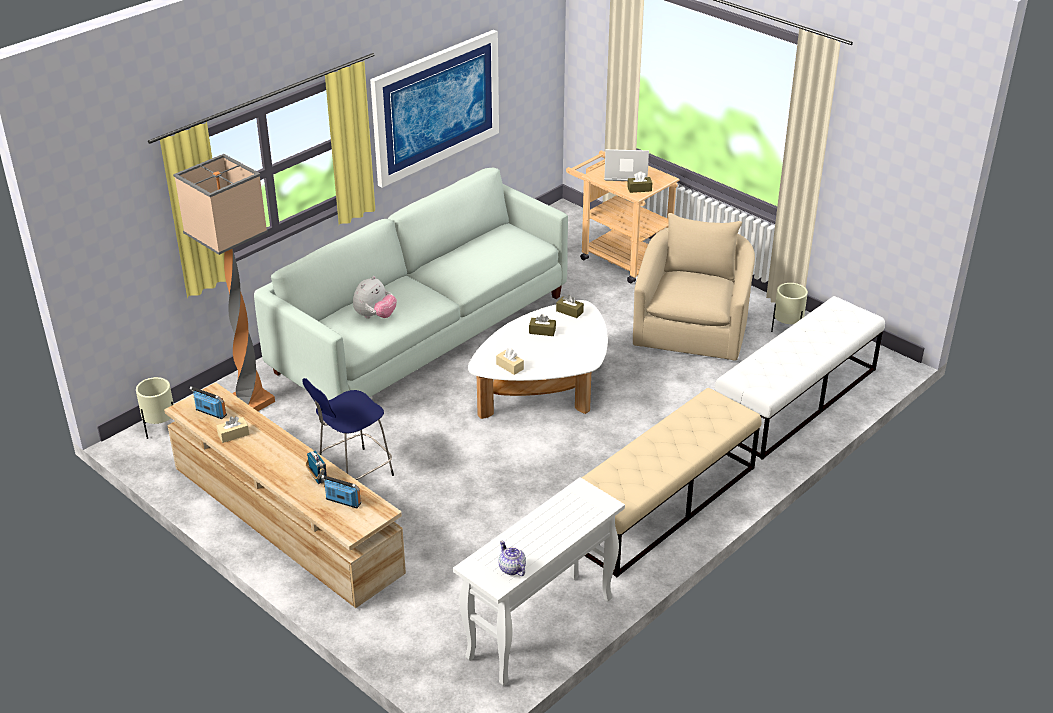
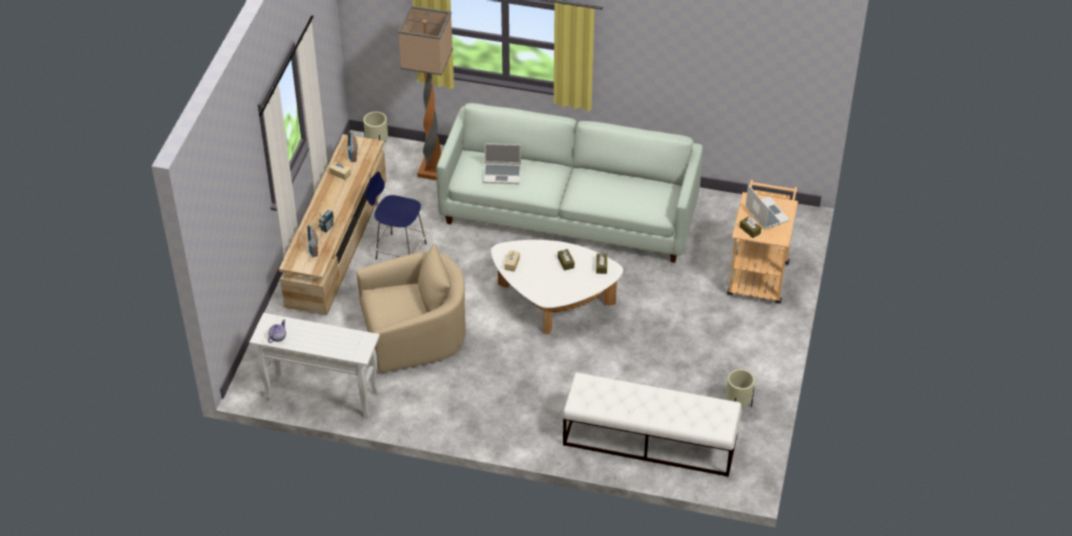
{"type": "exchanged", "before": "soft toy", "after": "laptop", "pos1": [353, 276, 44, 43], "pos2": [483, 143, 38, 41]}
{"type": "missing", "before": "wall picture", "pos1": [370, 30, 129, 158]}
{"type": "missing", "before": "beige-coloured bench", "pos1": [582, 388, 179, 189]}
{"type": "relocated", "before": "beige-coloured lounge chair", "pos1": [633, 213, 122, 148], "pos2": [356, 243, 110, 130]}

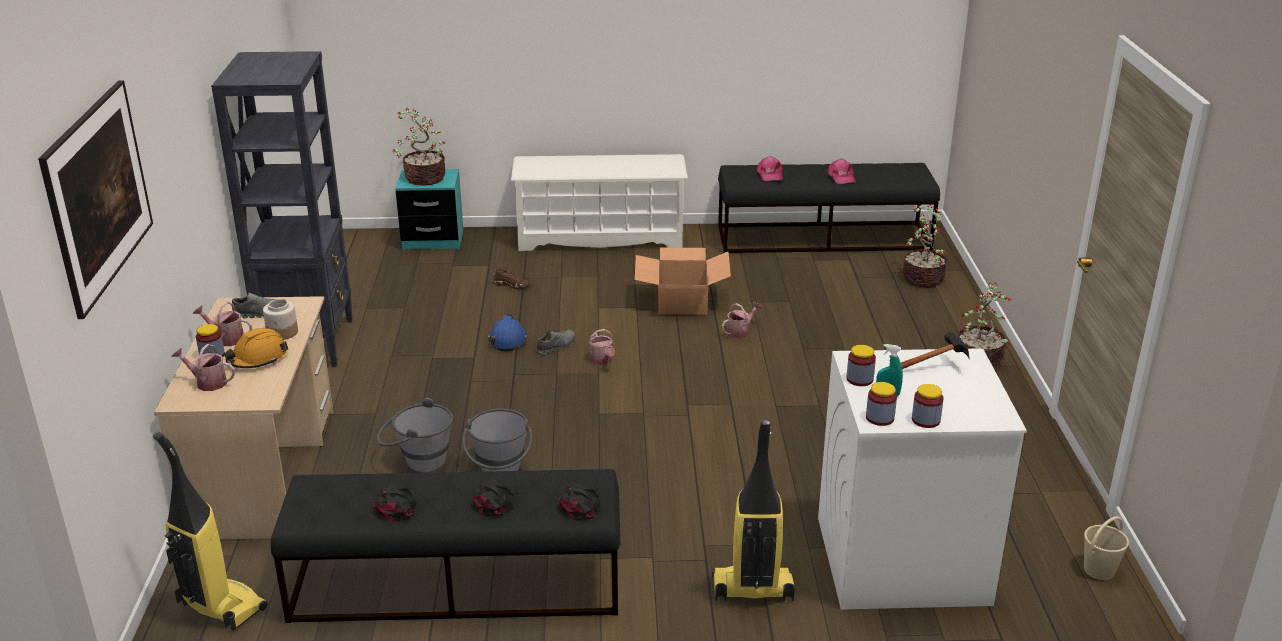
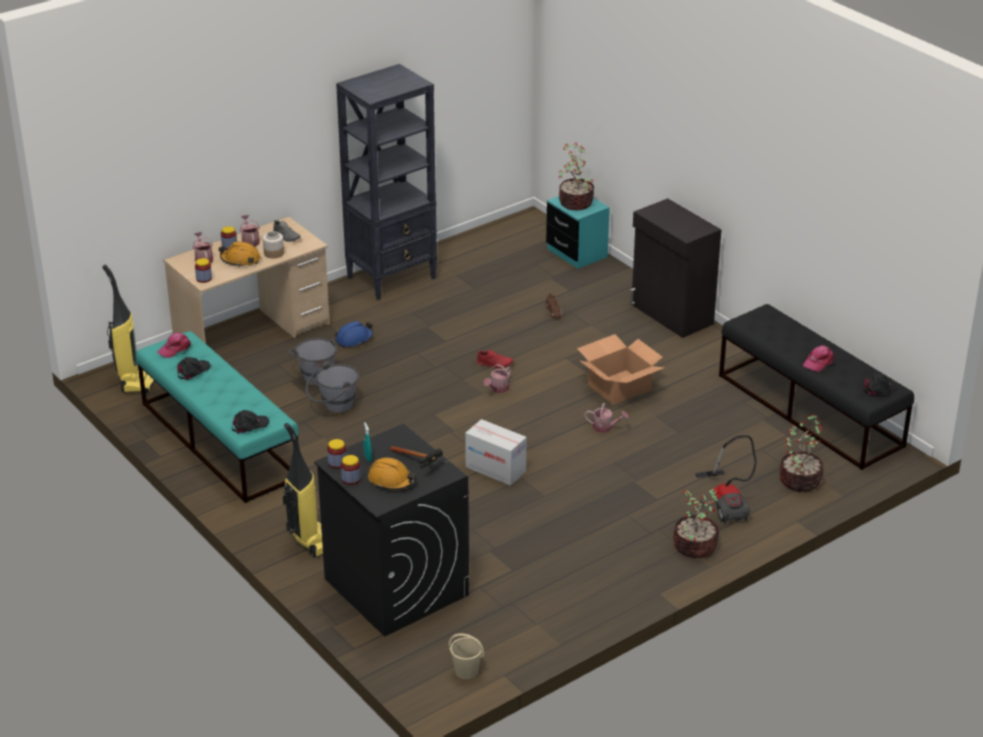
{"type": "missing", "before": "wall picture", "pos1": [38, 80, 115, 239]}
{"type": "colour", "before": "black-coloured bench", "after": "blue-green bench", "pos1": [271, 469, 349, 154], "pos2": [136, 331, 163, 172]}
{"type": "relocated", "before": "black-coloured cap", "pos1": [473, 478, 45, 39], "pos2": [863, 373, 36, 23]}
{"type": "relocated", "before": "blue-coloured work helmet", "pos1": [488, 313, 39, 38], "pos2": [335, 321, 38, 26]}
{"type": "exchanged", "before": "white-coloured shoe shelf", "after": "black-coloured cabinet", "pos1": [511, 154, 177, 97], "pos2": [630, 199, 91, 139]}
{"type": "colour", "before": "gray shoe", "after": "red-coloured shoe", "pos1": [536, 330, 39, 24], "pos2": [476, 350, 37, 18]}
{"type": "relocated", "before": "pinkish cap", "pos1": [757, 156, 26, 25], "pos2": [157, 332, 34, 26]}
{"type": "colour", "before": "white-coloured laundry machine", "after": "black-coloured laundry machine", "pos1": [818, 348, 209, 261], "pos2": [314, 424, 155, 213]}
{"type": "relocated", "before": "storage jar", "pos1": [847, 345, 29, 41], "pos2": [195, 258, 17, 25]}
{"type": "appeared", "after": "orangey work helmet", "pos2": [368, 457, 48, 33]}
{"type": "appeared", "after": "cardboard box", "pos2": [465, 419, 61, 67]}
{"type": "appeared", "after": "vacuum cleaner", "pos2": [695, 435, 62, 88]}

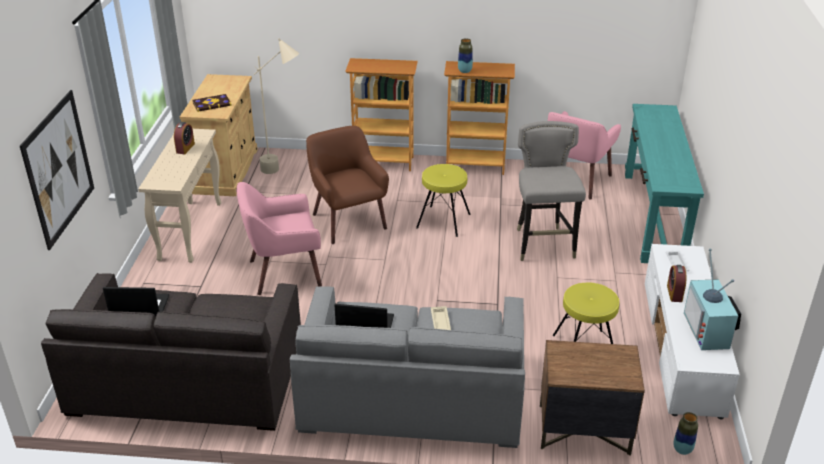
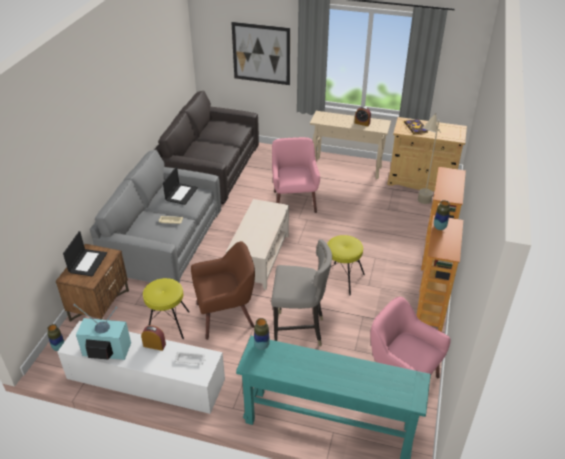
{"type": "relocated", "before": "laptop", "pos1": [103, 287, 66, 29], "pos2": [63, 231, 44, 45]}
{"type": "relocated", "before": "brownish lounge chair", "pos1": [306, 126, 83, 118], "pos2": [191, 241, 64, 99]}
{"type": "appeared", "after": "beige-coloured coffee table", "pos2": [226, 199, 63, 91]}
{"type": "appeared", "after": "flower vase", "pos2": [254, 318, 16, 32]}

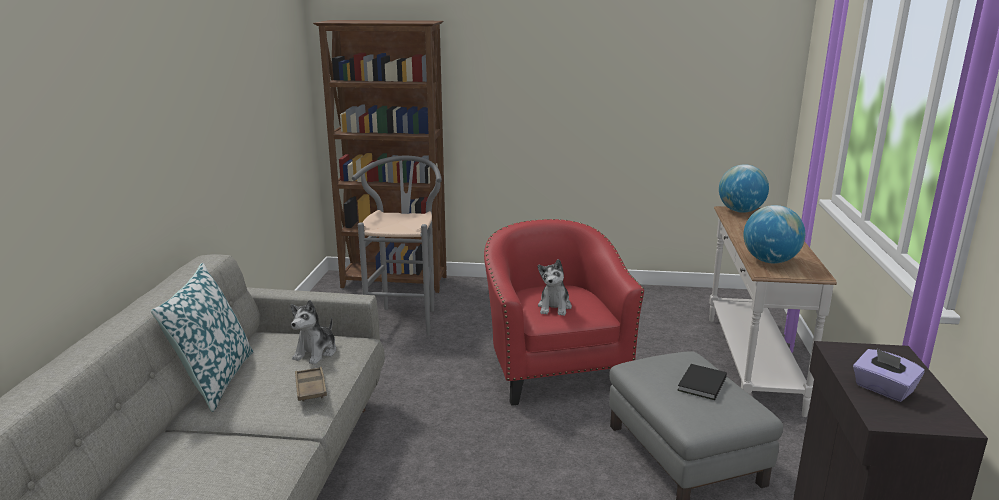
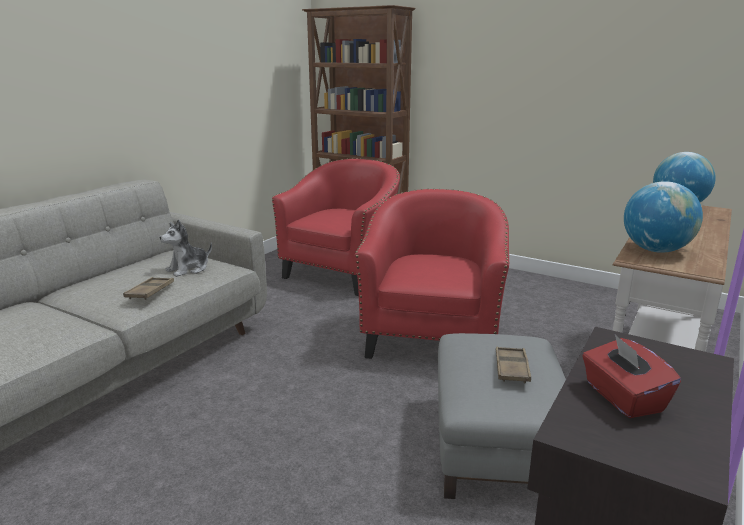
{"type": "missing", "before": "pillow", "pos1": [151, 263, 102, 149]}
{"type": "exchanged", "before": "gray stool", "after": "red-coloured lounge chair", "pos1": [352, 156, 90, 180], "pos2": [272, 158, 128, 138]}
{"type": "missing", "before": "soft toy", "pos1": [538, 259, 34, 57]}
{"type": "exchanged", "before": "black-coloured bound book", "after": "brownish serving tray", "pos1": [677, 364, 50, 36], "pos2": [496, 346, 35, 37]}
{"type": "colour", "before": "purplish box of tissues", "after": "red-coloured box of tissues", "pos1": [853, 349, 72, 53], "pos2": [582, 334, 99, 84]}

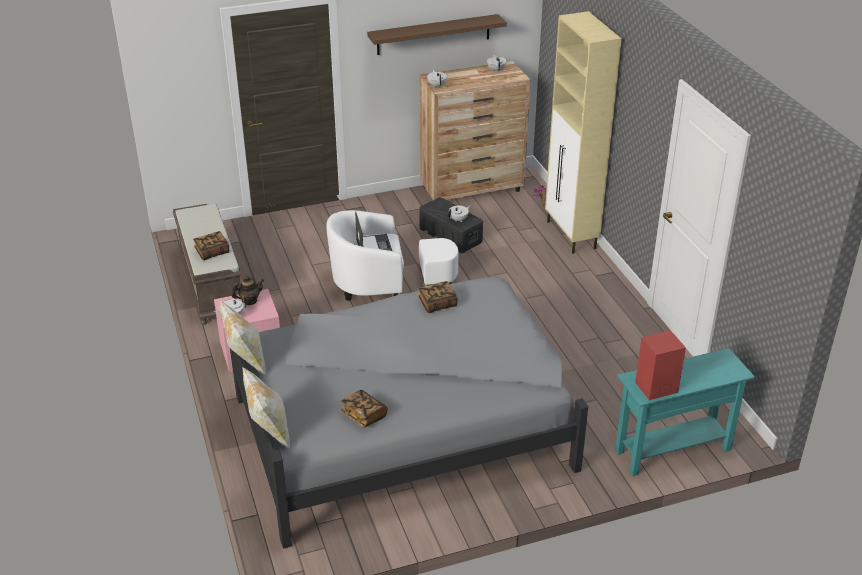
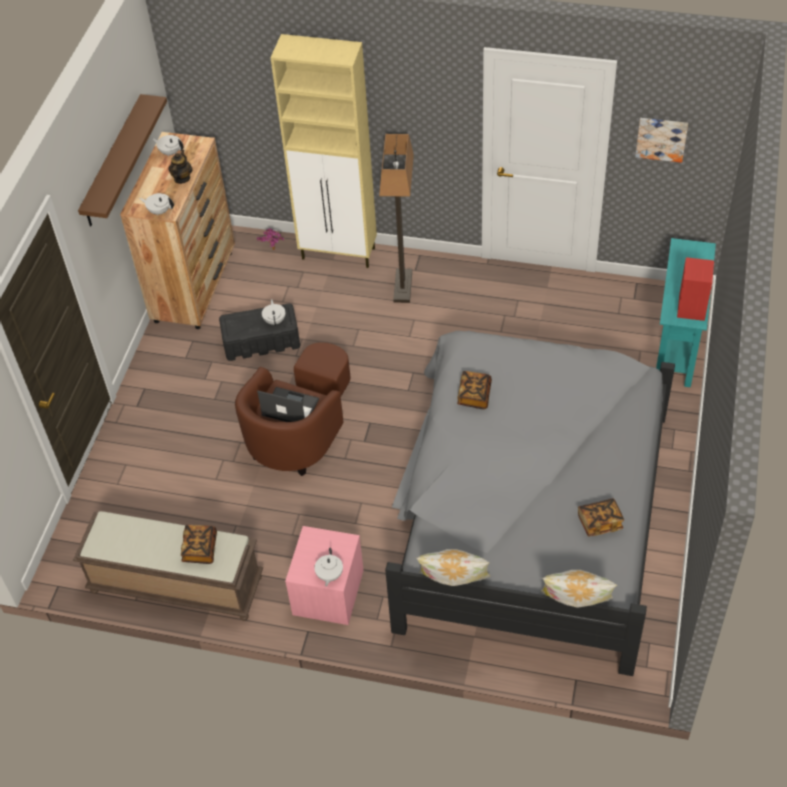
{"type": "relocated", "before": "teapot", "pos1": [232, 276, 32, 29], "pos2": [168, 150, 24, 34]}
{"type": "colour", "before": "white-coloured lounge chair", "after": "brownish lounge chair", "pos1": [326, 210, 132, 91], "pos2": [235, 342, 115, 134]}
{"type": "appeared", "after": "standing lamp", "pos2": [379, 134, 35, 169]}
{"type": "appeared", "after": "wall picture", "pos2": [635, 118, 53, 45]}

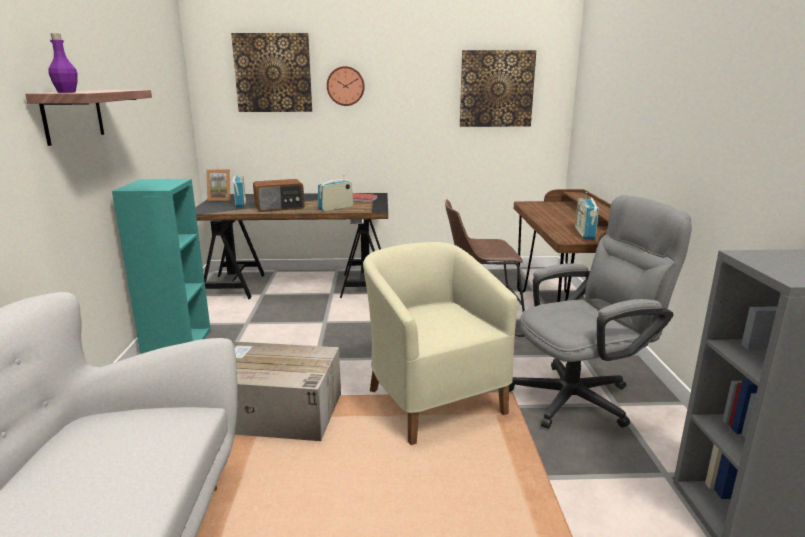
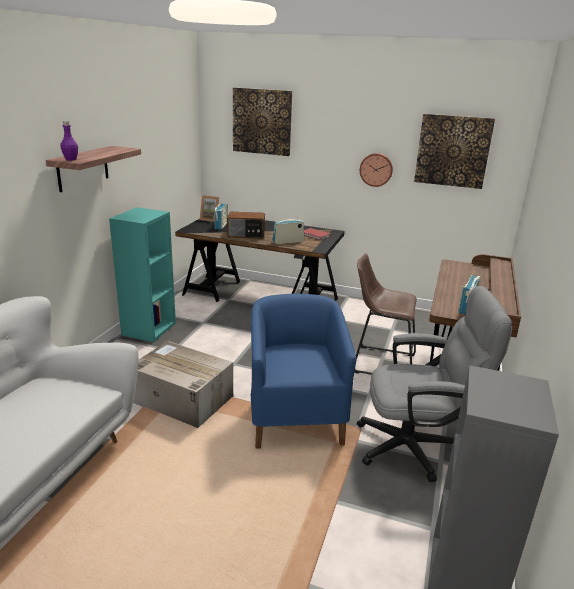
{"type": "relocated", "before": "hanging clock", "pos1": [327, 66, 38, 40], "pos2": [360, 153, 33, 34]}
{"type": "colour", "before": "beige-coloured lounge chair", "after": "blue-coloured lounge chair", "pos1": [363, 242, 155, 203], "pos2": [251, 294, 105, 155]}

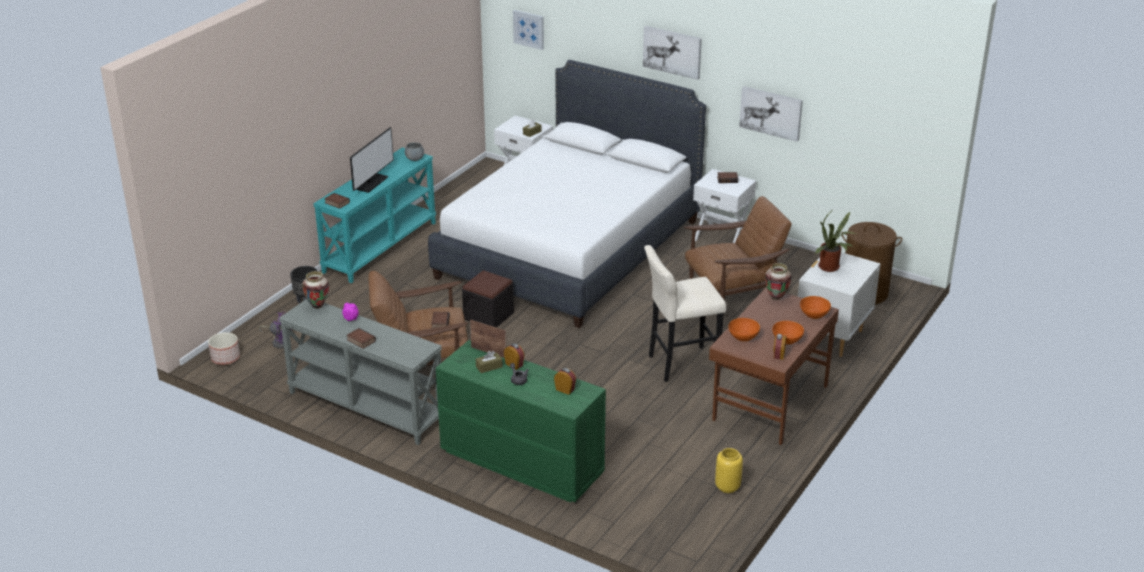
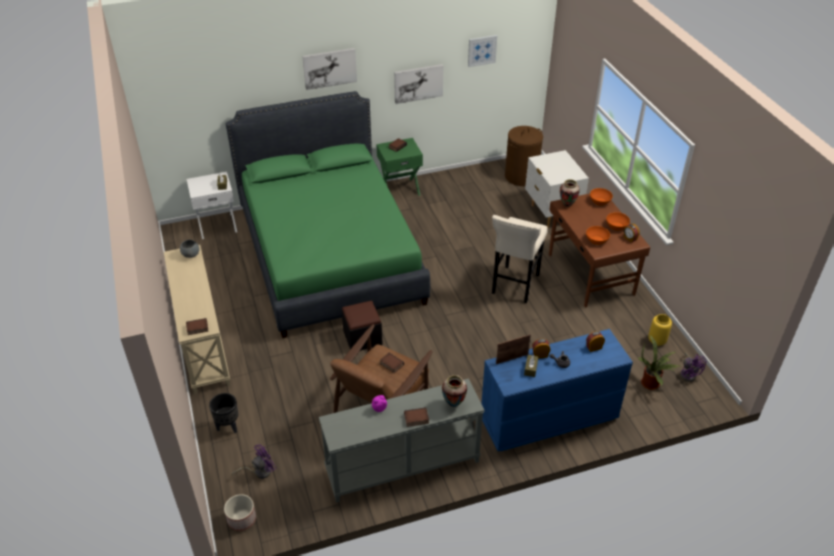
{"type": "relocated", "before": "flower vase", "pos1": [302, 271, 27, 38], "pos2": [442, 375, 25, 32]}
{"type": "colour", "before": "blue-green hall table", "after": "beige-coloured hall table", "pos1": [313, 147, 123, 136], "pos2": [164, 245, 67, 149]}
{"type": "missing", "before": "computer display", "pos1": [350, 127, 44, 66]}
{"type": "colour", "before": "white-coloured bed", "after": "green-coloured bed", "pos1": [428, 60, 278, 268], "pos2": [226, 91, 204, 247]}
{"type": "colour", "before": "green-coloured chest of drawers", "after": "blue-coloured chest of drawers", "pos1": [436, 340, 170, 163], "pos2": [481, 329, 152, 122]}
{"type": "relocated", "before": "wall picture", "pos1": [513, 10, 31, 40], "pos2": [468, 35, 29, 32]}
{"type": "missing", "before": "brownish lounge chair", "pos1": [684, 196, 108, 105]}
{"type": "colour", "before": "white-coloured nightstand", "after": "green-coloured nightstand", "pos1": [693, 169, 63, 74], "pos2": [376, 138, 47, 58]}
{"type": "relocated", "before": "potted plant", "pos1": [815, 212, 41, 60], "pos2": [638, 335, 44, 55]}
{"type": "appeared", "after": "purplish cooling fan", "pos2": [681, 352, 26, 30]}

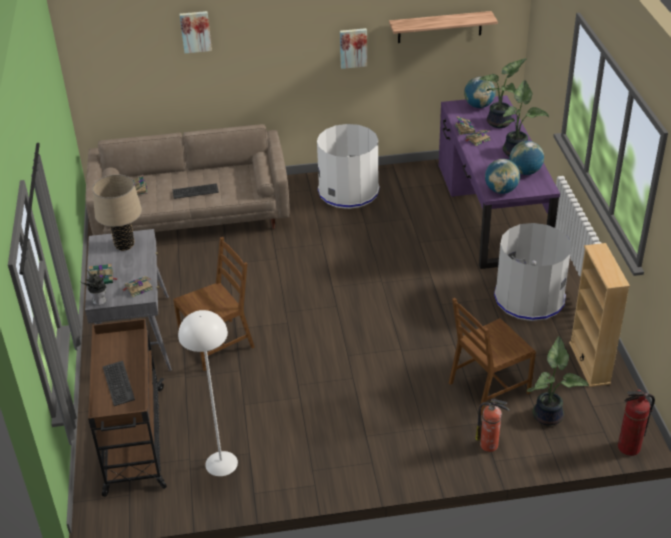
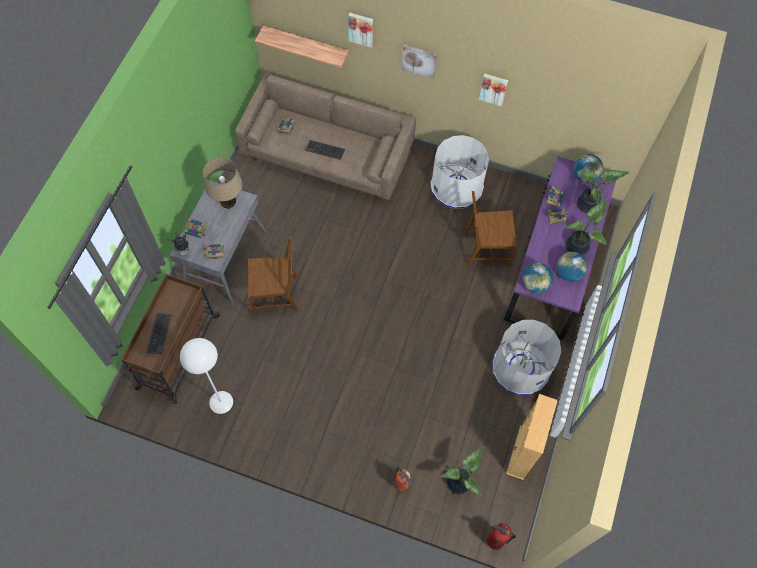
{"type": "relocated", "before": "wall shelf", "pos1": [389, 11, 109, 32], "pos2": [255, 26, 94, 42]}
{"type": "relocated", "before": "brownish plain chair", "pos1": [449, 298, 87, 117], "pos2": [464, 191, 53, 76]}
{"type": "appeared", "after": "wall picture", "pos2": [402, 45, 35, 34]}

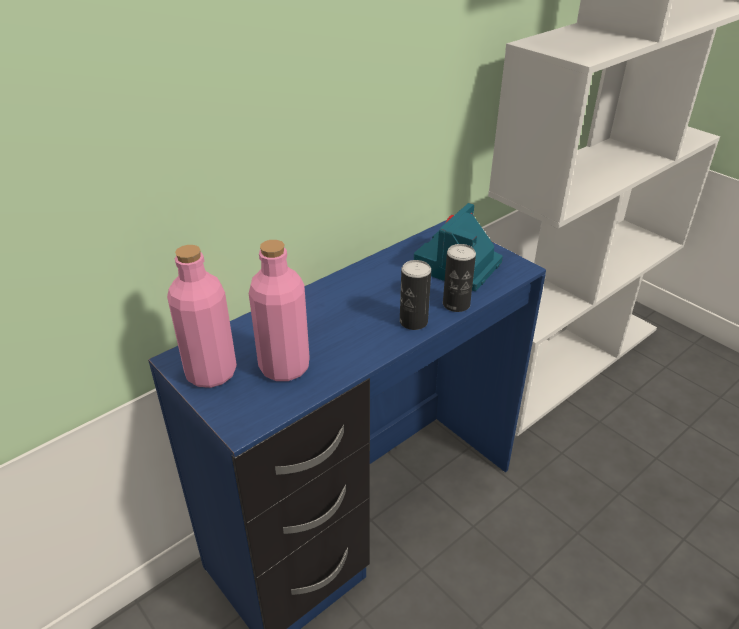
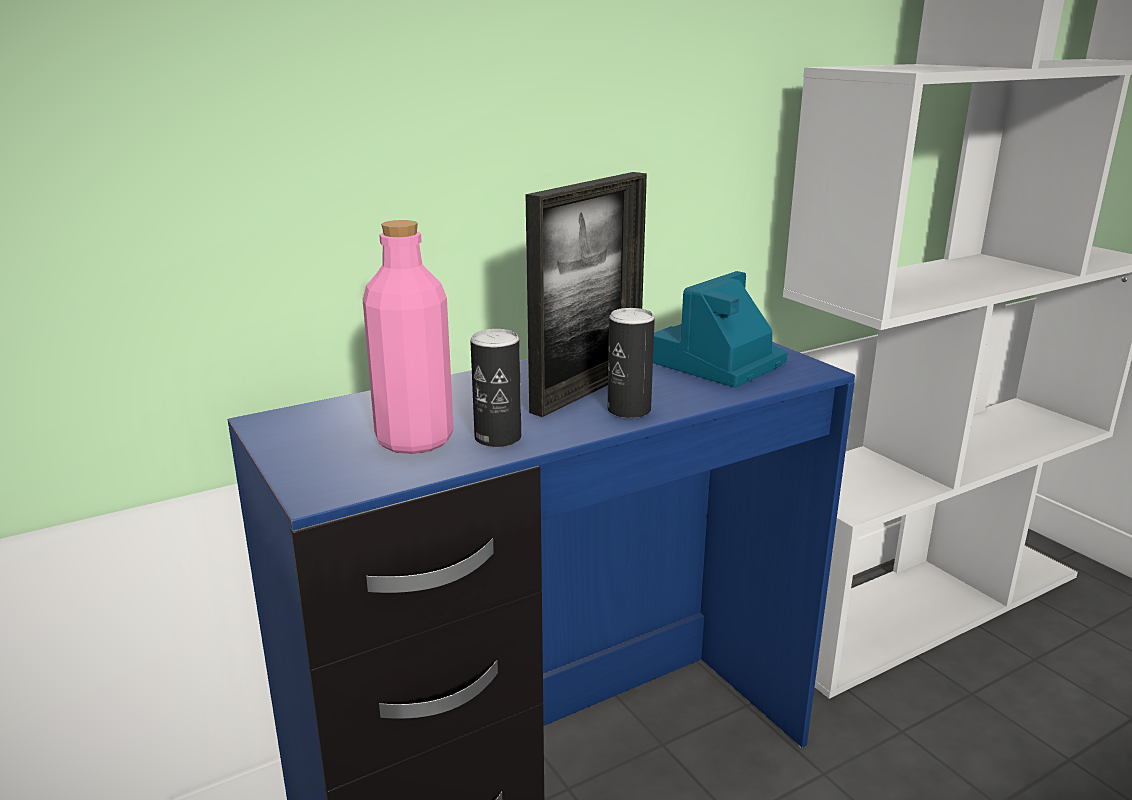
{"type": "missing", "before": "pinkish bottle", "pos1": [167, 245, 70, 143]}
{"type": "relocated", "before": "sealed can", "pos1": [443, 244, 33, 68], "pos2": [470, 329, 51, 118]}
{"type": "appeared", "after": "photo frame", "pos2": [526, 172, 121, 245]}

